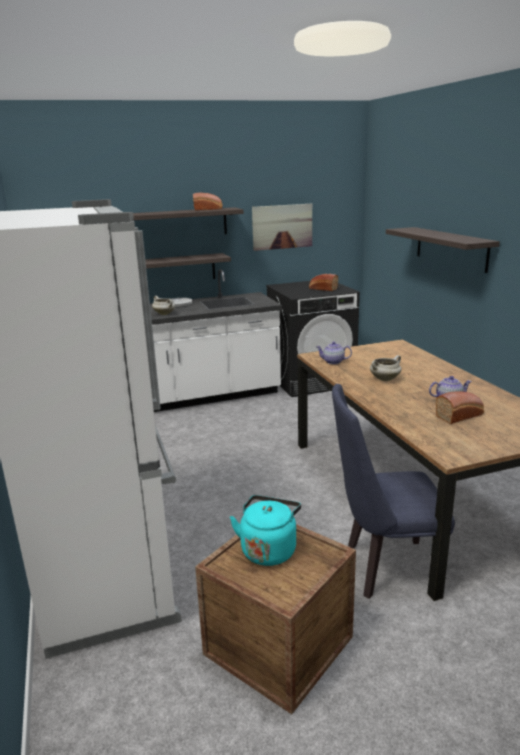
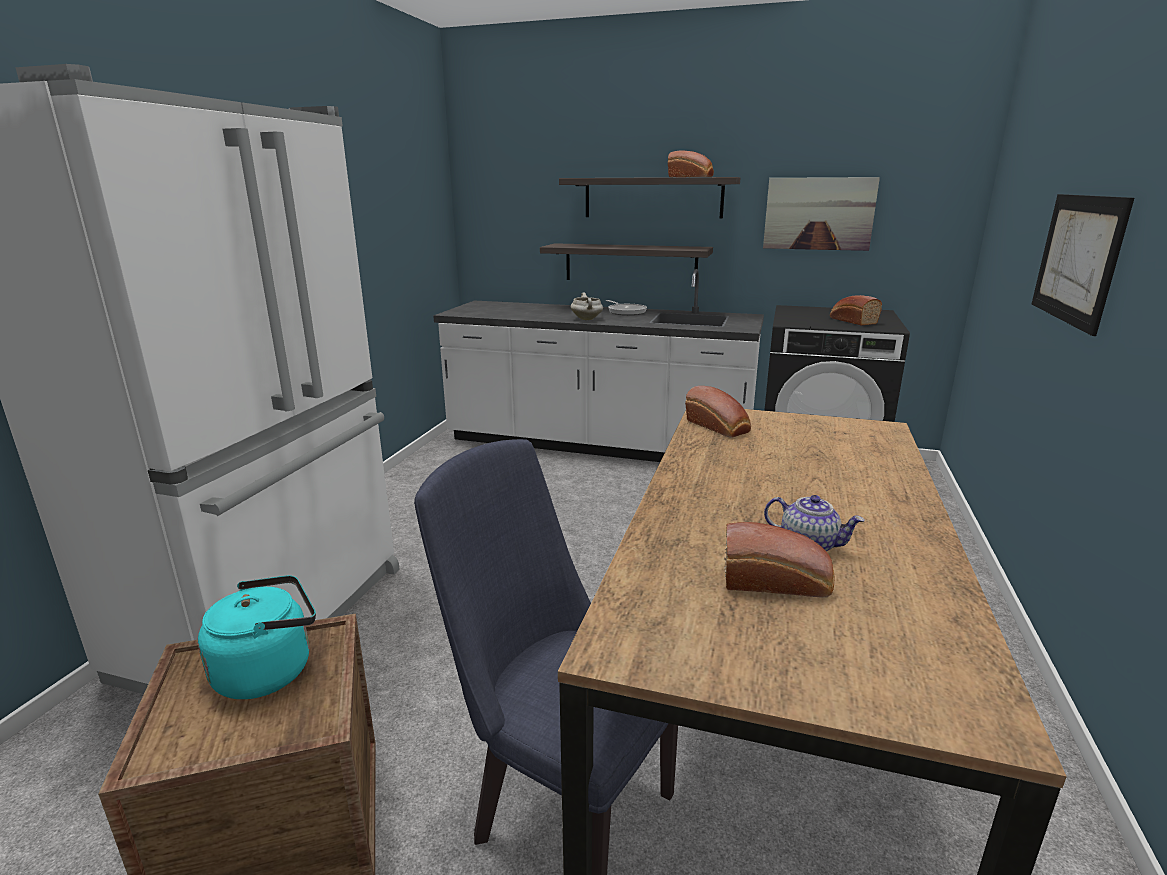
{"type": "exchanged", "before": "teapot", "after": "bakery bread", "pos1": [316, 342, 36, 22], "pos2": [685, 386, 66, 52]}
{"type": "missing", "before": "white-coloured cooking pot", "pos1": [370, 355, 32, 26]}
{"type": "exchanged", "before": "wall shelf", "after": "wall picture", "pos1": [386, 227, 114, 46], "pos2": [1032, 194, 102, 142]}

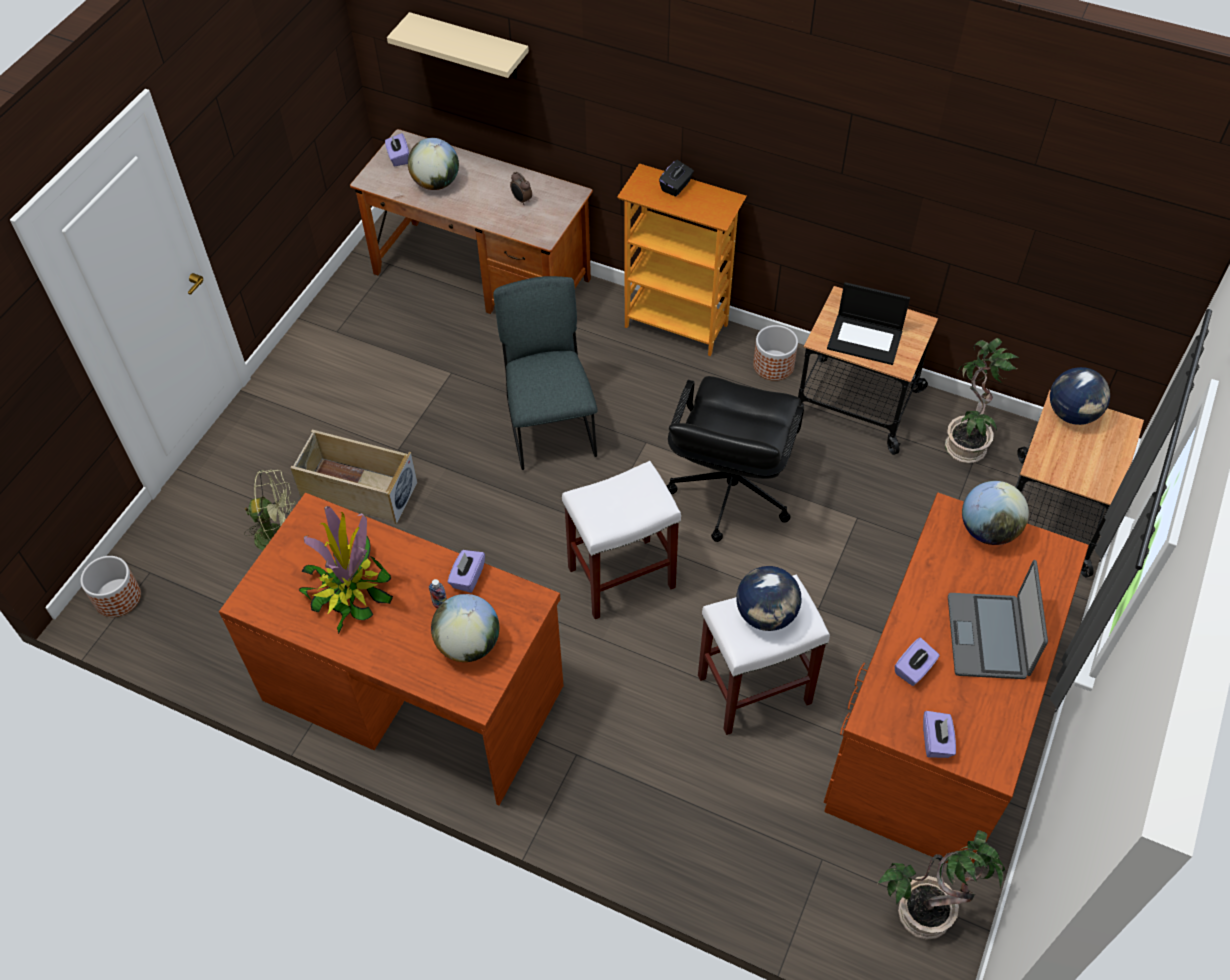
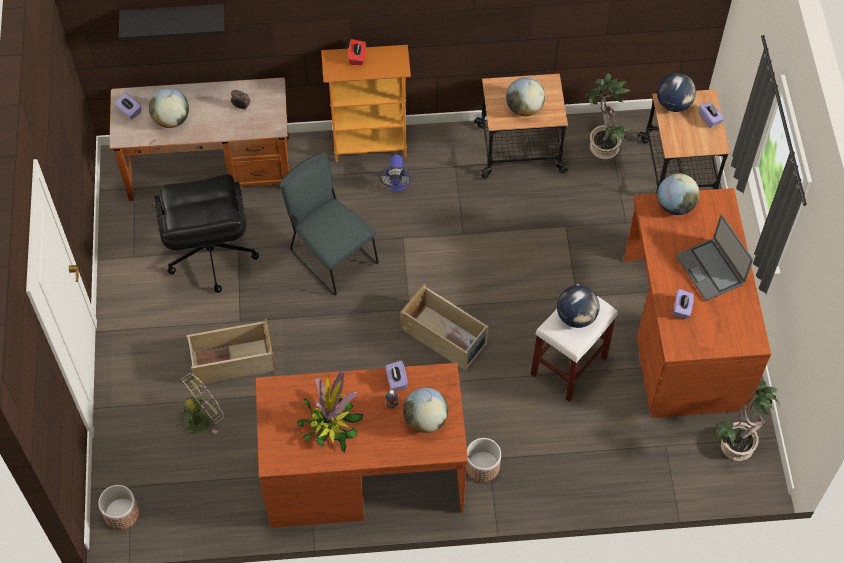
{"type": "colour", "before": "beige-coloured wall shelf", "after": "black-coloured wall shelf", "pos1": [387, 12, 142, 66], "pos2": [119, 4, 105, 37]}
{"type": "exchanged", "before": "white-coloured stool", "after": "beige-coloured storage box", "pos1": [562, 461, 119, 158], "pos2": [400, 284, 89, 87]}
{"type": "colour", "before": "black-coloured box of tissues", "after": "red-coloured box of tissues", "pos1": [659, 160, 35, 37], "pos2": [348, 39, 18, 26]}
{"type": "relocated", "before": "black-coloured computer chair", "pos1": [667, 376, 137, 166], "pos2": [154, 174, 105, 119]}
{"type": "relocated", "before": "planter", "pos1": [753, 325, 45, 56], "pos2": [466, 438, 35, 44]}
{"type": "exchanged", "before": "laptop", "after": "world globe", "pos1": [827, 282, 83, 83], "pos2": [506, 77, 39, 39]}
{"type": "relocated", "before": "purplish box of tissues", "pos1": [923, 711, 33, 47], "pos2": [699, 102, 25, 26]}
{"type": "appeared", "after": "cooling fan", "pos2": [379, 154, 34, 37]}

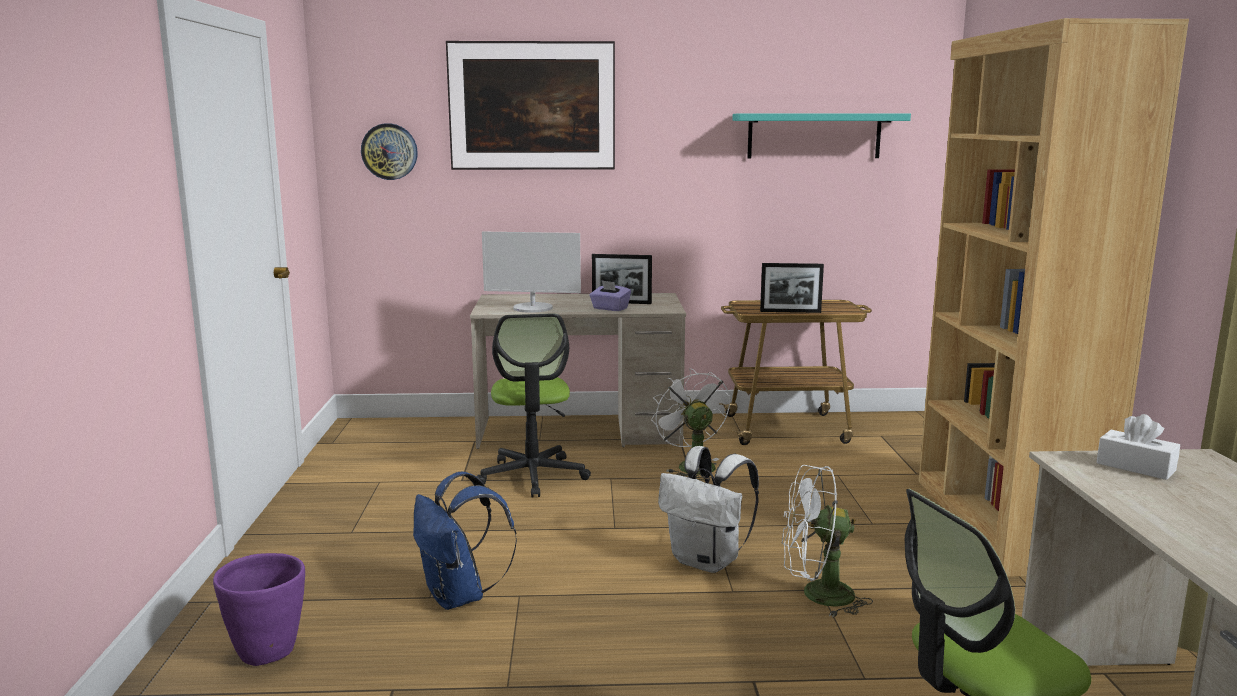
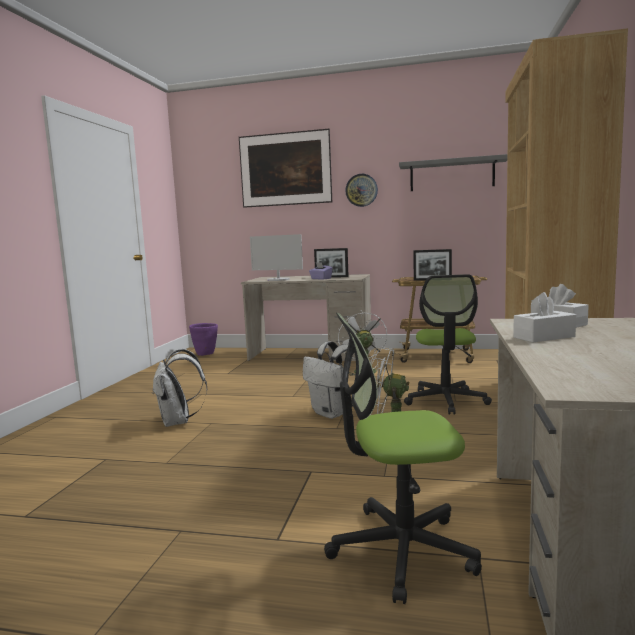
{"type": "relocated", "before": "purplish planter", "pos1": [213, 553, 92, 113], "pos2": [189, 323, 29, 33]}
{"type": "relocated", "before": "hanging clock", "pos1": [361, 123, 57, 57], "pos2": [345, 174, 33, 33]}
{"type": "colour", "before": "blue-coloured backpack", "after": "white-coloured backpack", "pos1": [413, 472, 104, 138], "pos2": [152, 349, 55, 78]}
{"type": "relocated", "before": "computer chair", "pos1": [476, 313, 115, 184], "pos2": [404, 274, 88, 141]}
{"type": "colour", "before": "blue-green wall shelf", "after": "gray wall shelf", "pos1": [733, 114, 178, 44], "pos2": [399, 154, 109, 37]}
{"type": "appeared", "after": "white-coloured box of tissues", "pos2": [513, 292, 63, 50]}

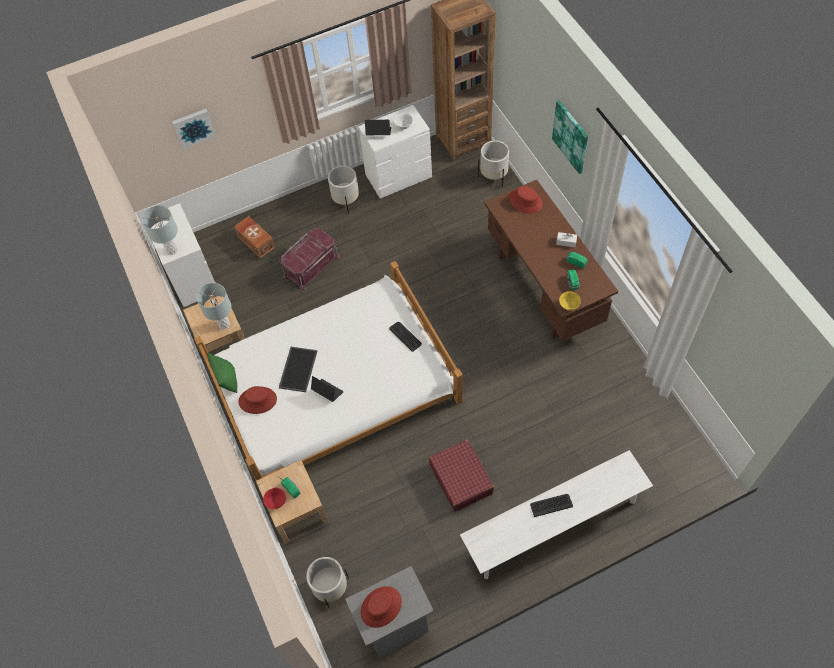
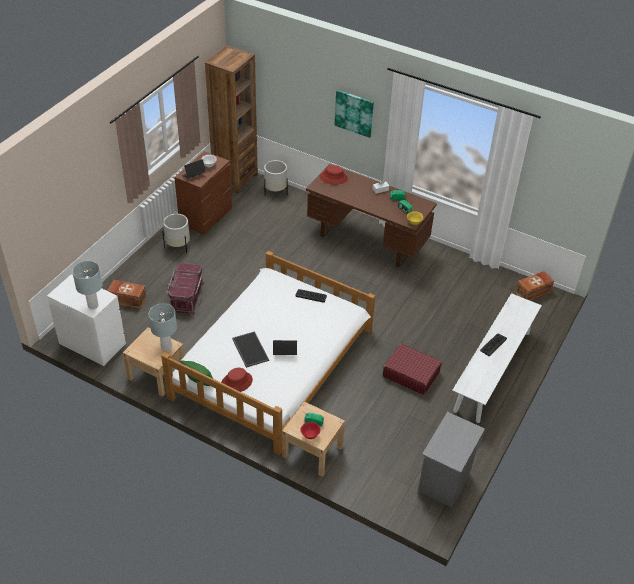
{"type": "missing", "before": "wall picture", "pos1": [172, 109, 44, 40]}
{"type": "missing", "before": "white-coloured planter", "pos1": [306, 557, 43, 52]}
{"type": "colour", "before": "white-coloured chest of drawers", "after": "brownish chest of drawers", "pos1": [358, 105, 74, 94], "pos2": [174, 151, 58, 84]}
{"type": "missing", "before": "red-coloured clothing hat", "pos1": [361, 586, 41, 42]}
{"type": "appeared", "after": "brownish storage box", "pos2": [515, 271, 39, 30]}

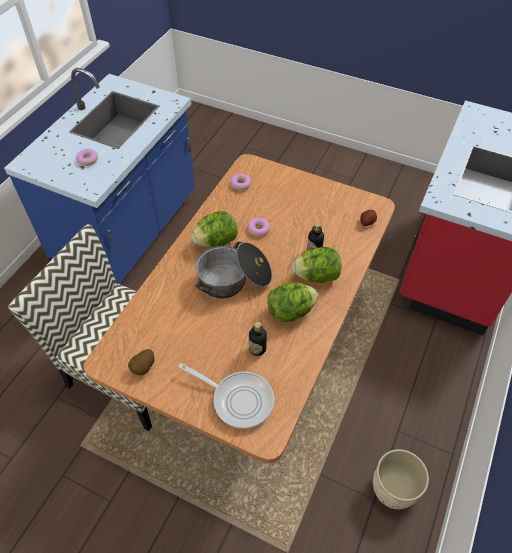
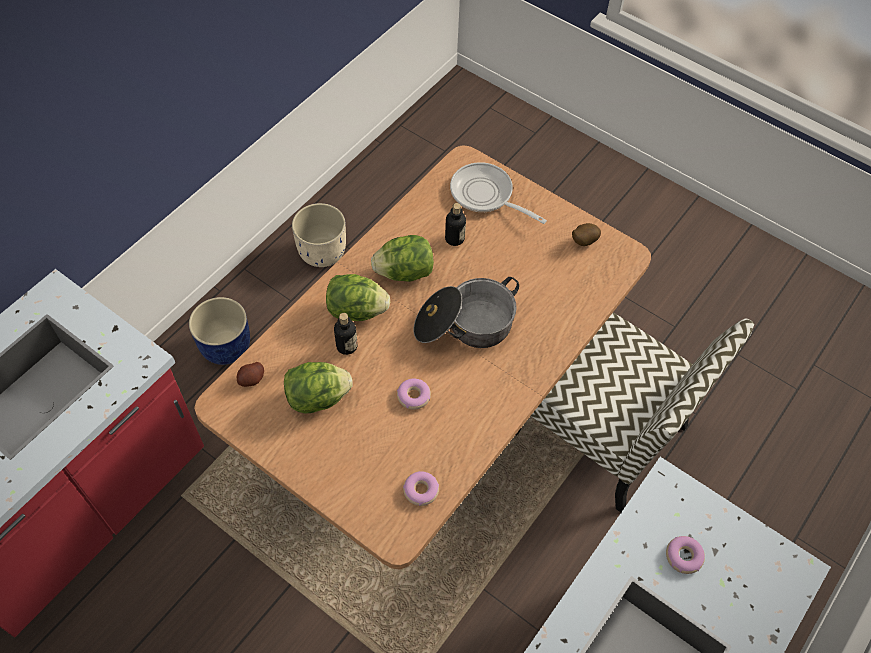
{"type": "relocated", "before": "lettuce", "pos1": [191, 211, 47, 37], "pos2": [284, 362, 68, 52]}
{"type": "appeared", "after": "blue-coloured planter", "pos2": [189, 297, 61, 68]}

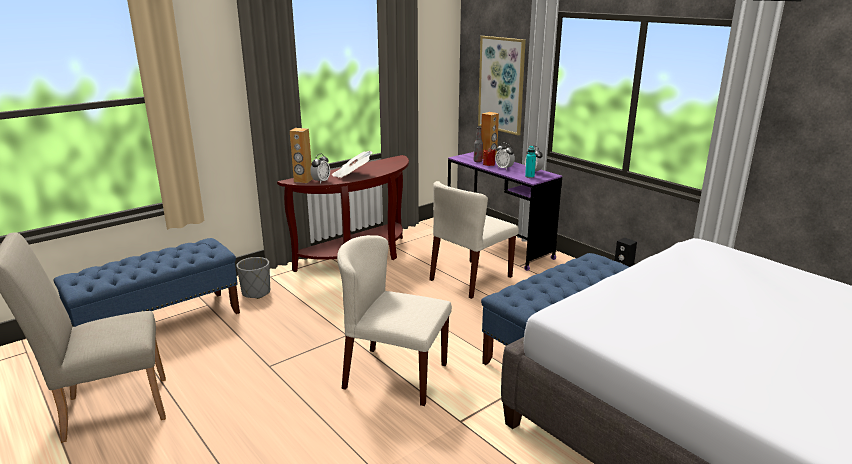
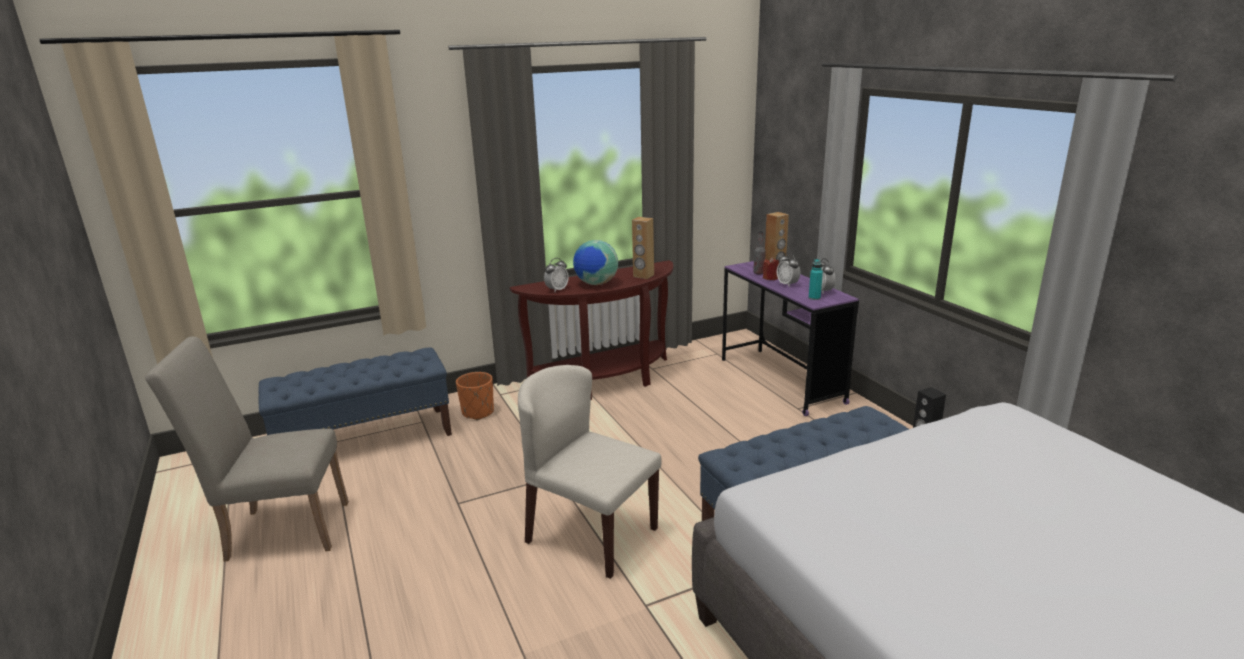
{"type": "colour", "before": "gray planter", "after": "orangey planter", "pos1": [236, 257, 34, 42], "pos2": [456, 372, 38, 48]}
{"type": "relocated", "before": "brownish speaker", "pos1": [290, 128, 23, 55], "pos2": [632, 217, 22, 62]}
{"type": "exchanged", "before": "printed paper", "after": "world globe", "pos1": [332, 151, 41, 27], "pos2": [573, 240, 45, 45]}
{"type": "missing", "before": "beige-coloured plain chair", "pos1": [429, 181, 90, 118]}
{"type": "missing", "before": "wall picture", "pos1": [478, 36, 48, 99]}

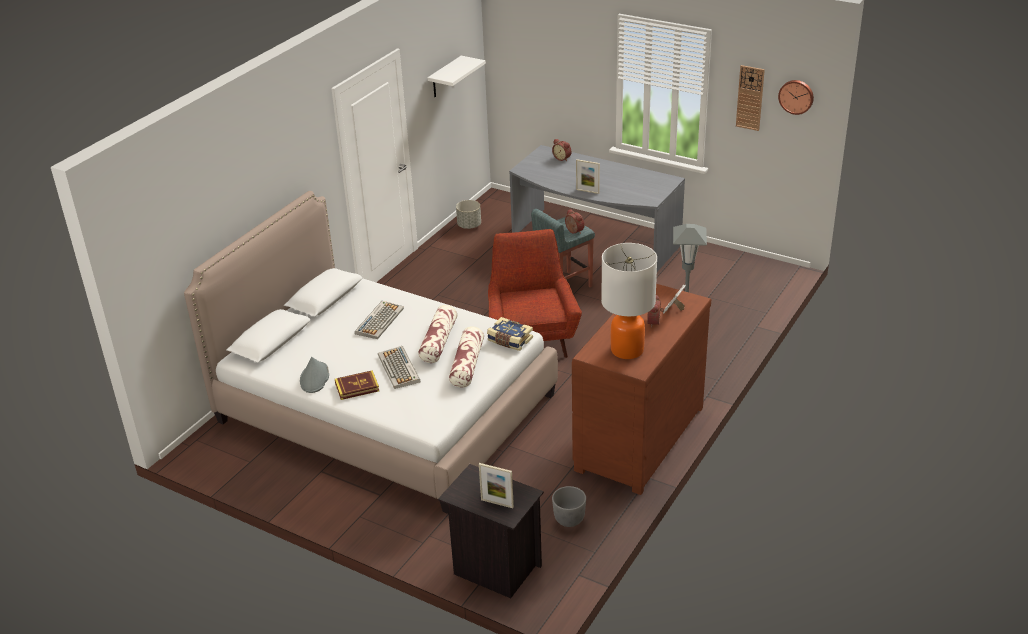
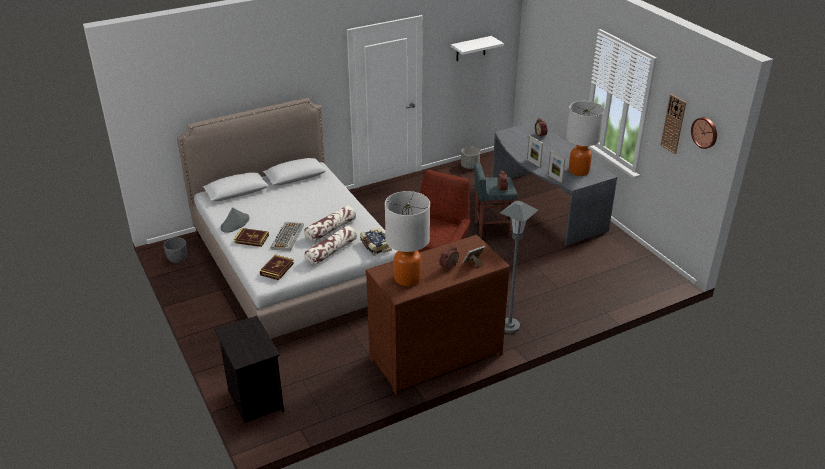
{"type": "missing", "before": "PC keyboard", "pos1": [355, 301, 49, 38]}
{"type": "relocated", "before": "photo frame", "pos1": [479, 463, 35, 45], "pos2": [547, 150, 18, 33]}
{"type": "relocated", "before": "gray planter", "pos1": [552, 486, 34, 41], "pos2": [163, 238, 24, 25]}
{"type": "appeared", "after": "bound book", "pos2": [260, 255, 34, 25]}
{"type": "appeared", "after": "lamp for a table", "pos2": [566, 101, 39, 75]}

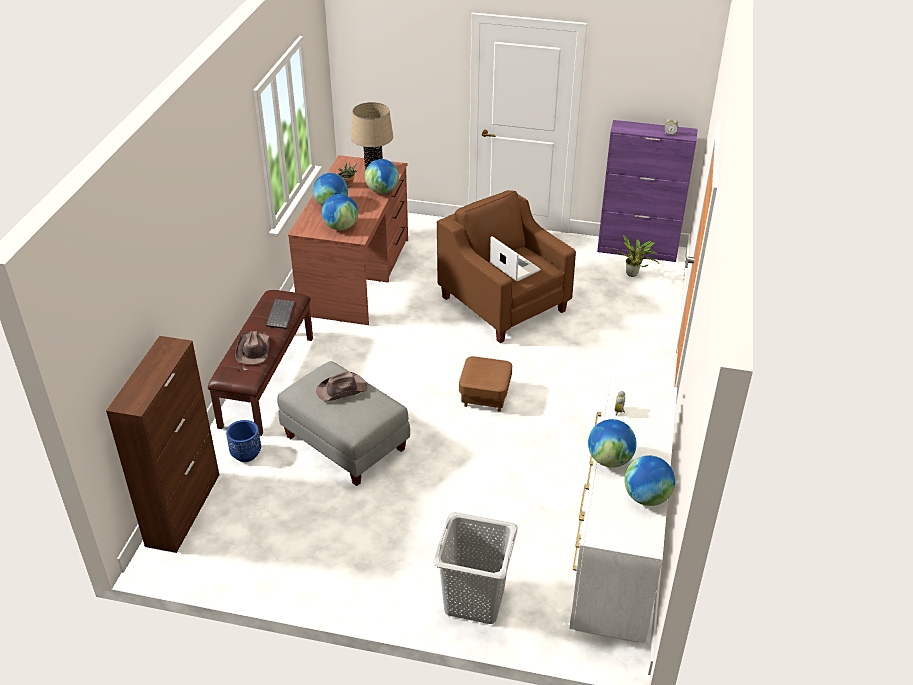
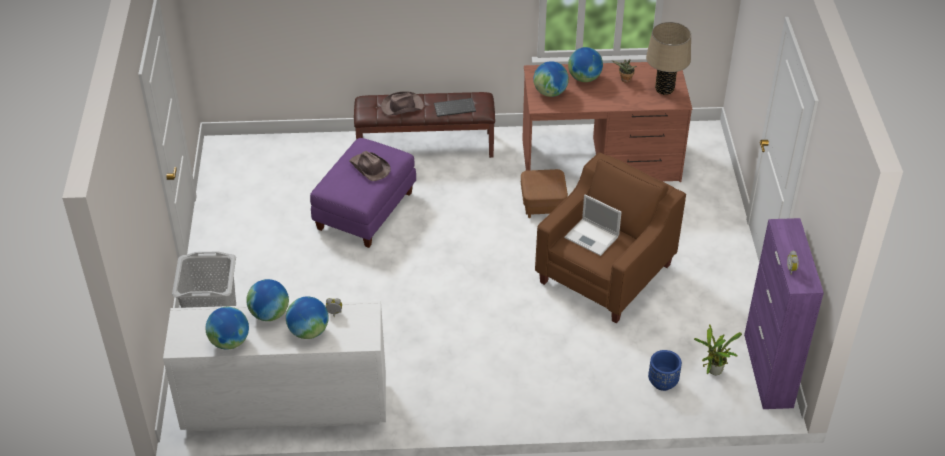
{"type": "missing", "before": "brownish cabinet", "pos1": [106, 336, 113, 217]}
{"type": "relocated", "before": "blue-coloured planter", "pos1": [226, 420, 35, 42], "pos2": [648, 350, 34, 41]}
{"type": "colour", "before": "gray pouffe", "after": "purplish pouffe", "pos1": [277, 361, 133, 125], "pos2": [310, 138, 106, 110]}
{"type": "relocated", "before": "world globe", "pos1": [365, 159, 34, 35], "pos2": [286, 296, 43, 43]}
{"type": "relocated", "before": "brownish pouffe", "pos1": [459, 356, 53, 56], "pos2": [521, 169, 47, 49]}
{"type": "spun", "before": "laptop", "pos1": [490, 236, 51, 46], "pos2": [564, 194, 58, 62], "turn": 90}

